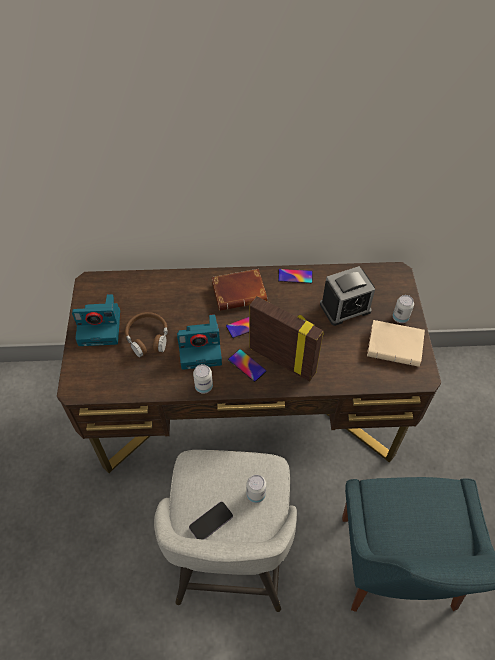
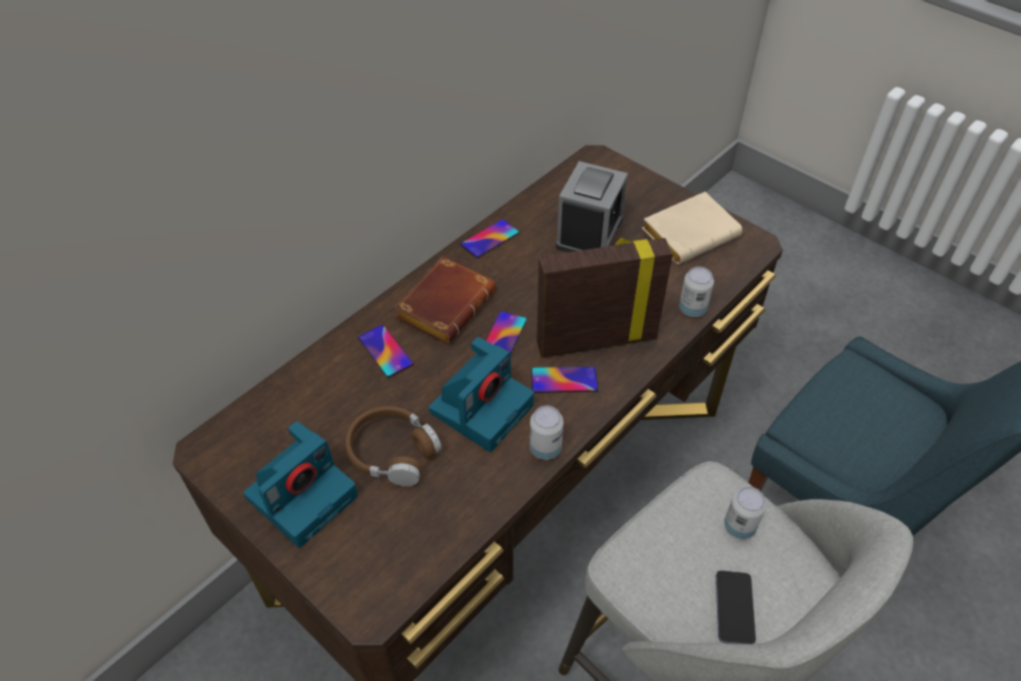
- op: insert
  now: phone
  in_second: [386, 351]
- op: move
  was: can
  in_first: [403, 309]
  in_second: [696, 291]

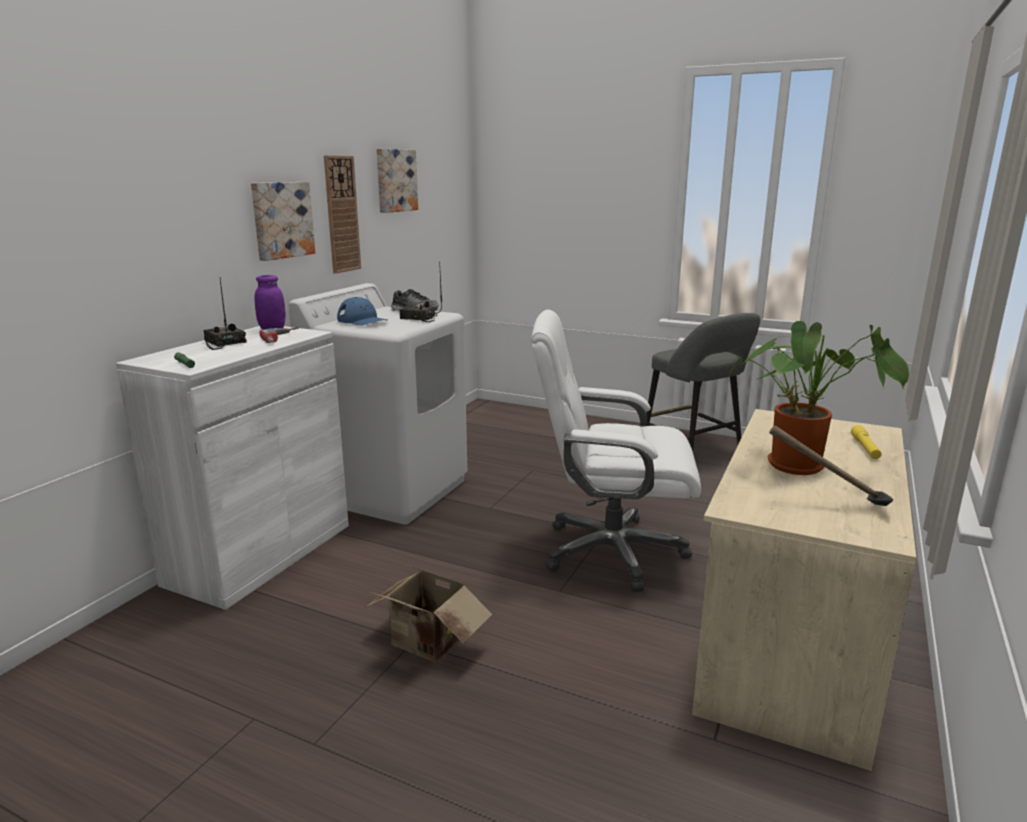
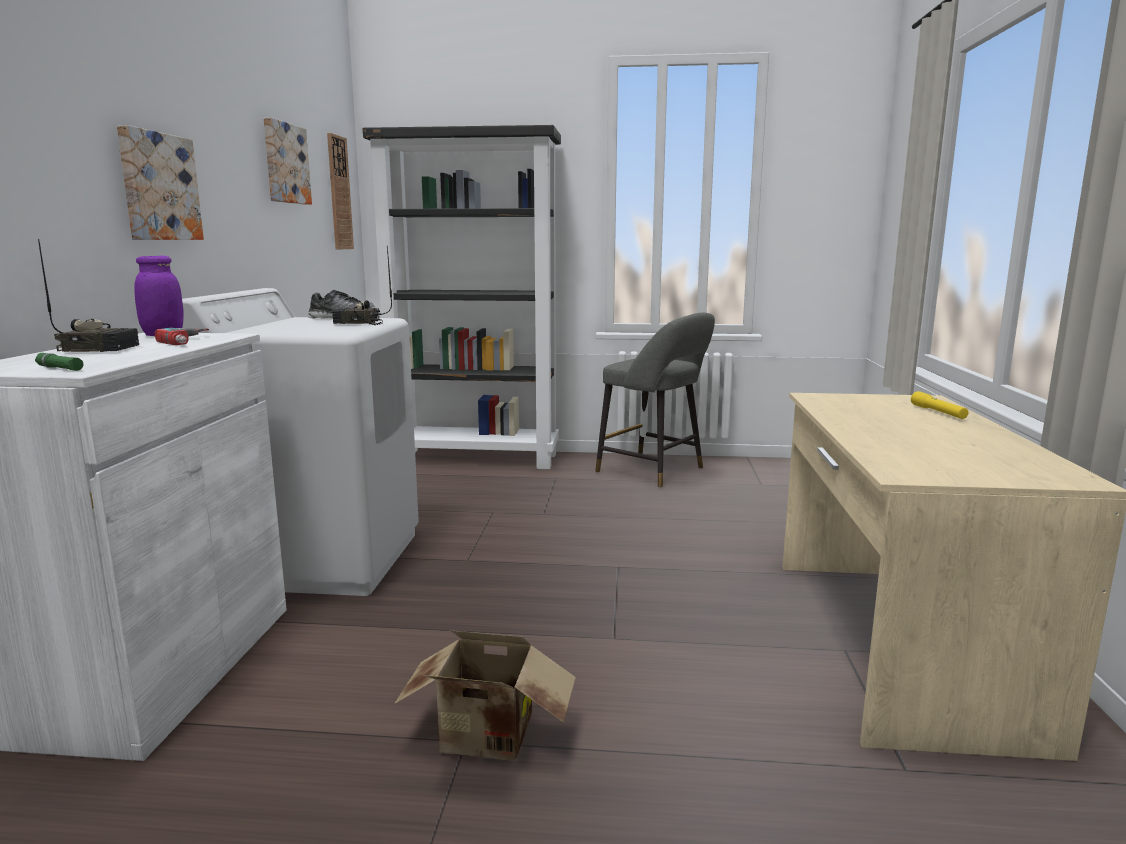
- op: delete
  was: blue cap
  in_first: [362, 311]
- op: delete
  was: white office chair
  in_first: [616, 451]
- op: delete
  was: potted plant
  in_first: [818, 398]
- op: delete
  was: hammer
  in_first: [831, 466]
- op: insert
  now: black bookcase
  in_second: [462, 297]
- op: move
  was: wall clock
  in_first: [342, 214]
  in_second: [340, 191]
- op: rotate
  was: radio
  in_first: [225, 314]
  in_second: [88, 295]
  clockwise: 150

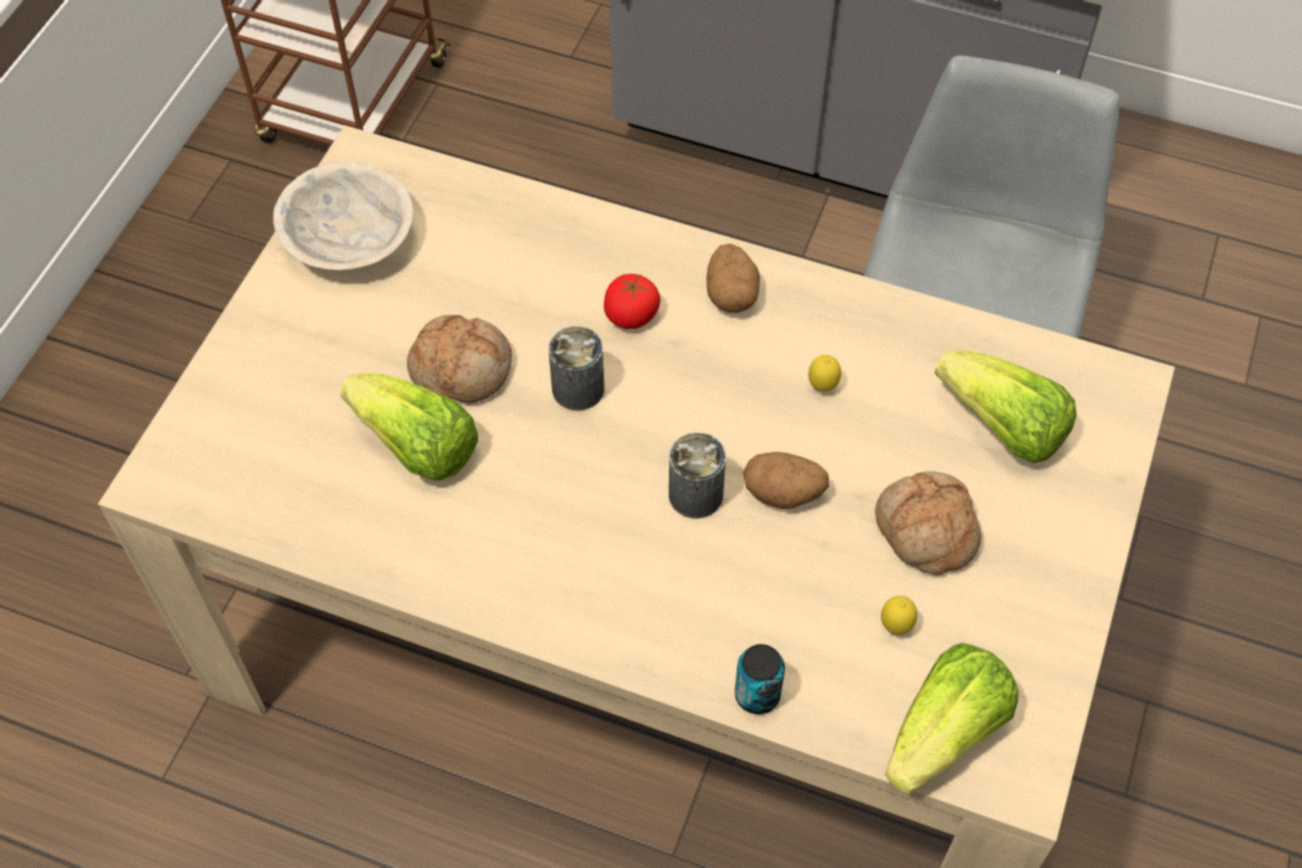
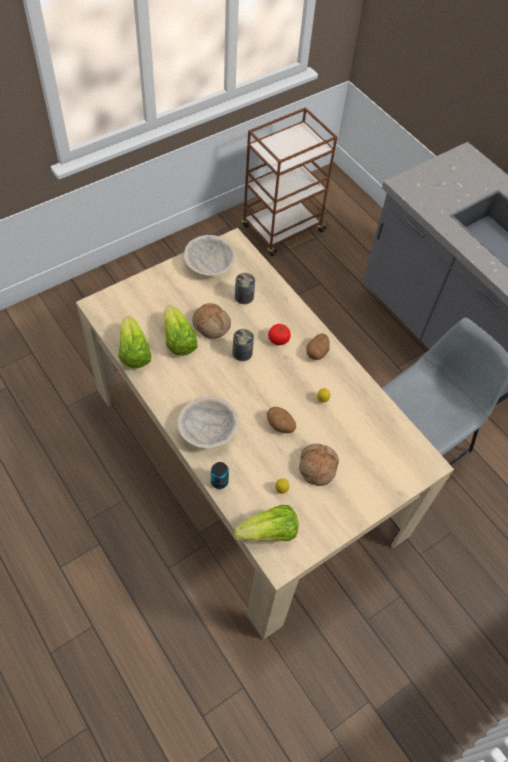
- op: insert
  now: beige bowl
  in_second: [208, 422]
- op: move
  was: can
  in_first: [697, 475]
  in_second: [245, 288]
- op: move
  was: lettuce
  in_first: [1006, 406]
  in_second: [134, 342]

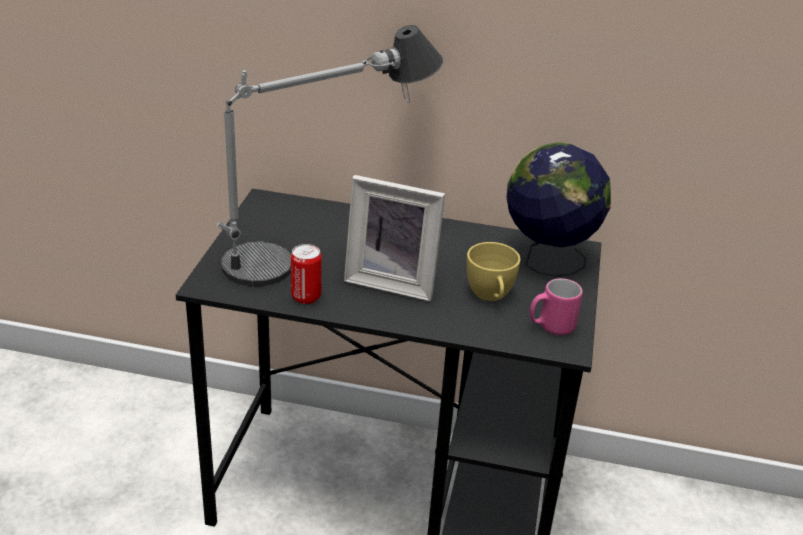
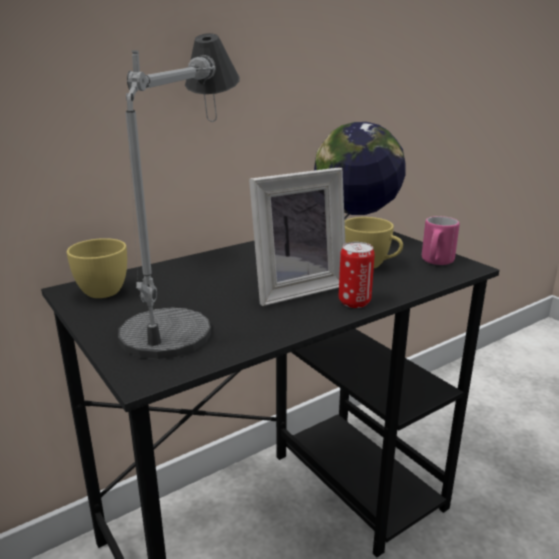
- op: insert
  now: yellow cup
  in_second: [97, 268]
- op: move
  was: can
  in_first: [306, 274]
  in_second: [357, 275]

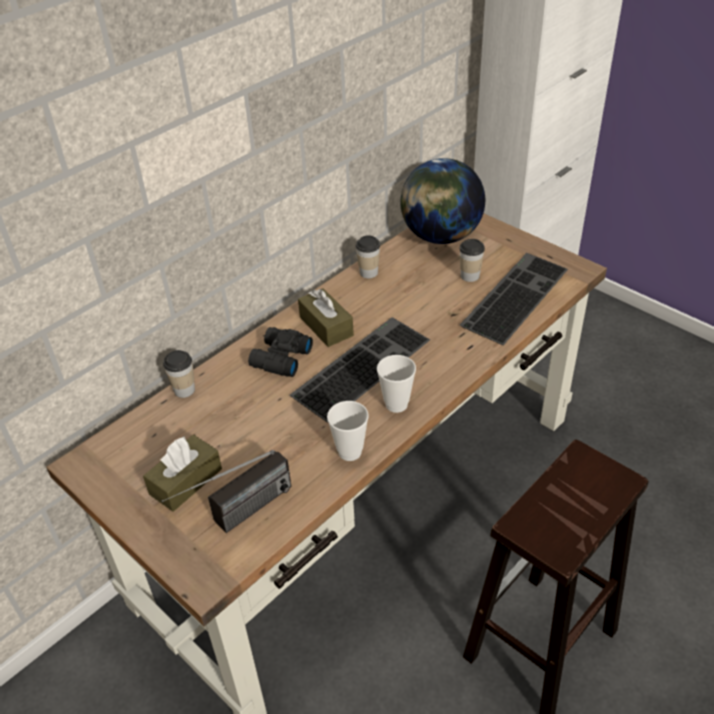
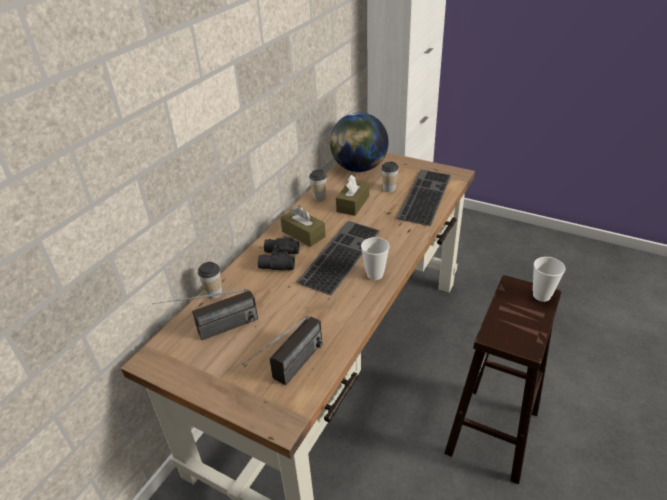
- op: insert
  now: radio
  in_second: [205, 314]
- op: move
  was: brown tissue box
  in_first: [182, 473]
  in_second: [352, 195]
- op: move
  was: cup
  in_first: [348, 431]
  in_second: [549, 279]

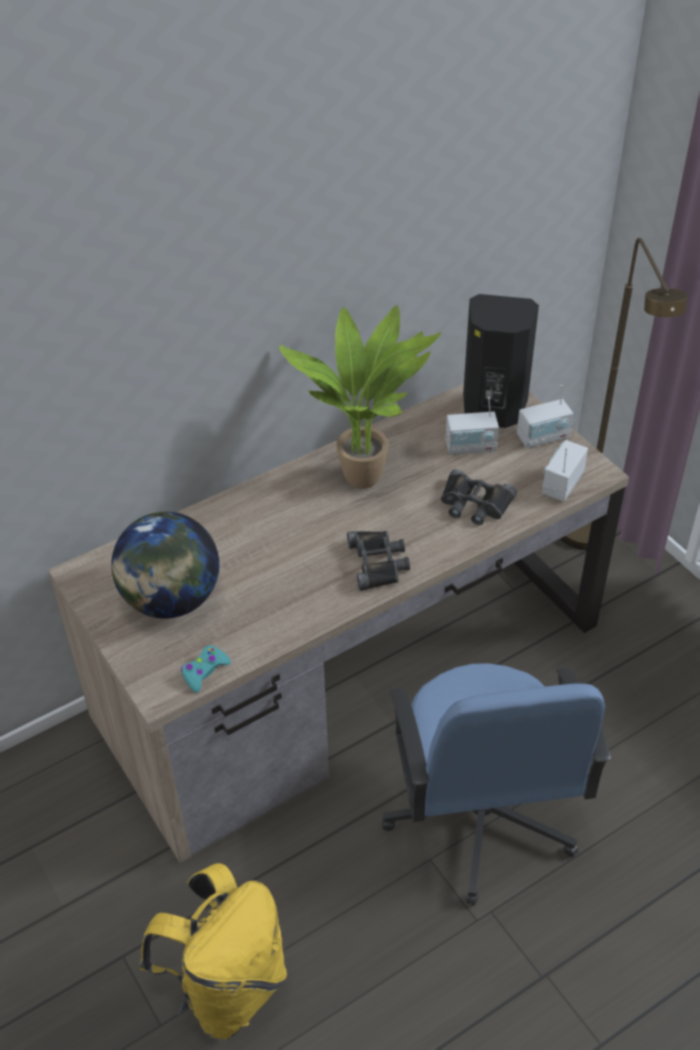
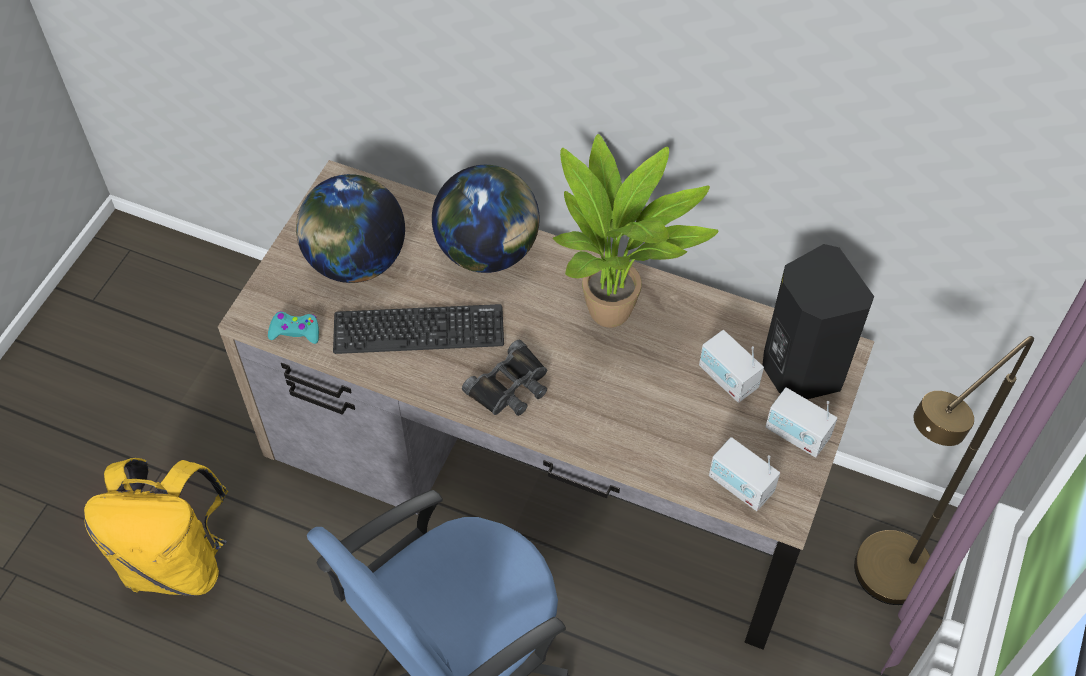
- op: delete
  was: black binoculars
  in_first: [479, 497]
- op: insert
  now: keyboard
  in_second: [418, 329]
- op: insert
  now: globe
  in_second: [486, 219]
- op: rotate
  was: radio
  in_first: [565, 471]
  in_second: [744, 474]
  clockwise: -135

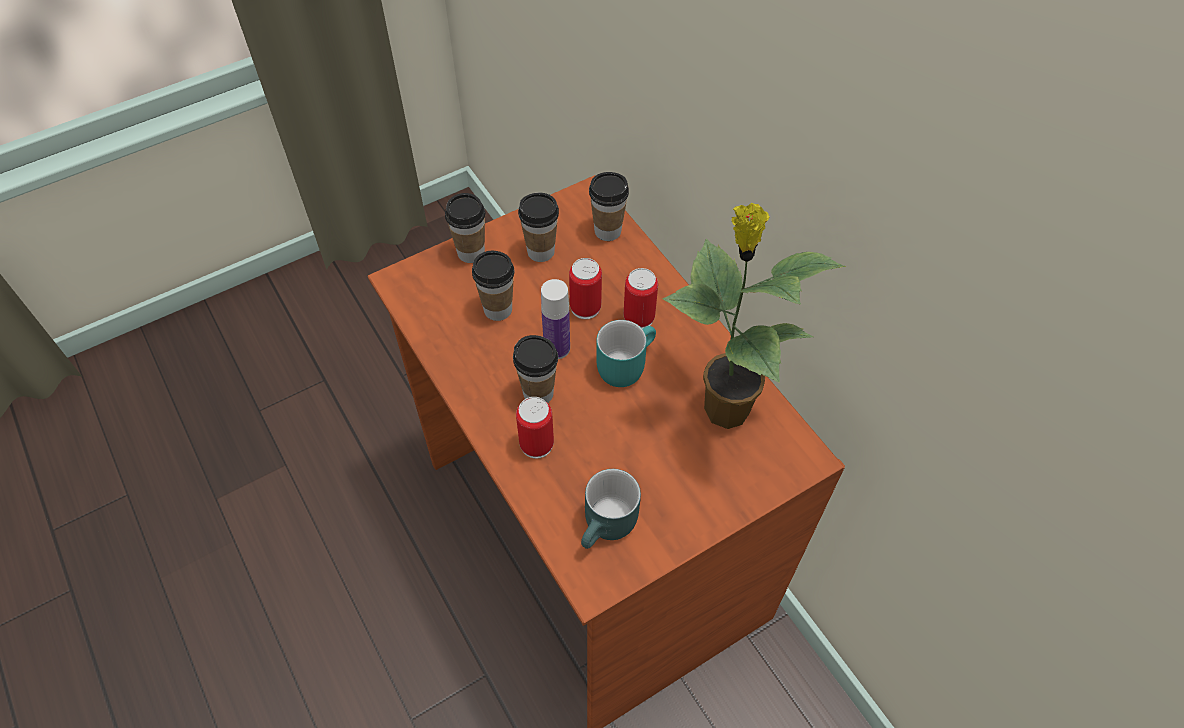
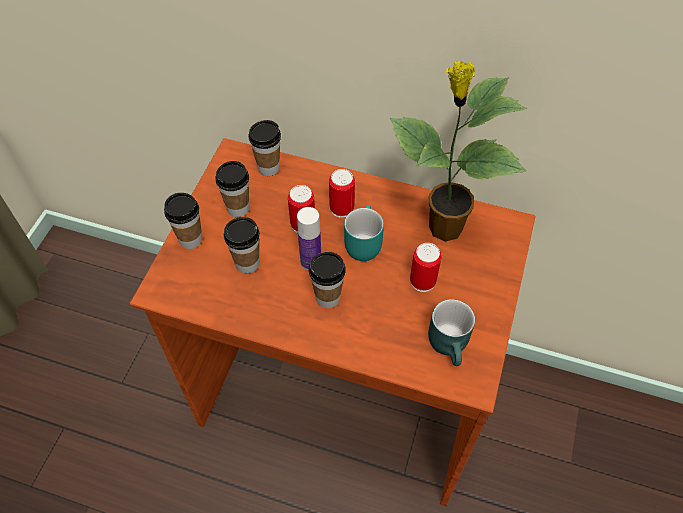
- op: move
  was: can
  in_first: [535, 428]
  in_second: [426, 267]

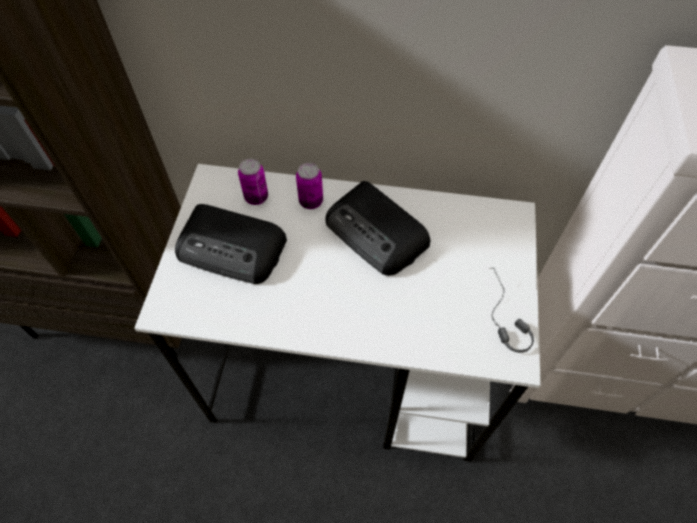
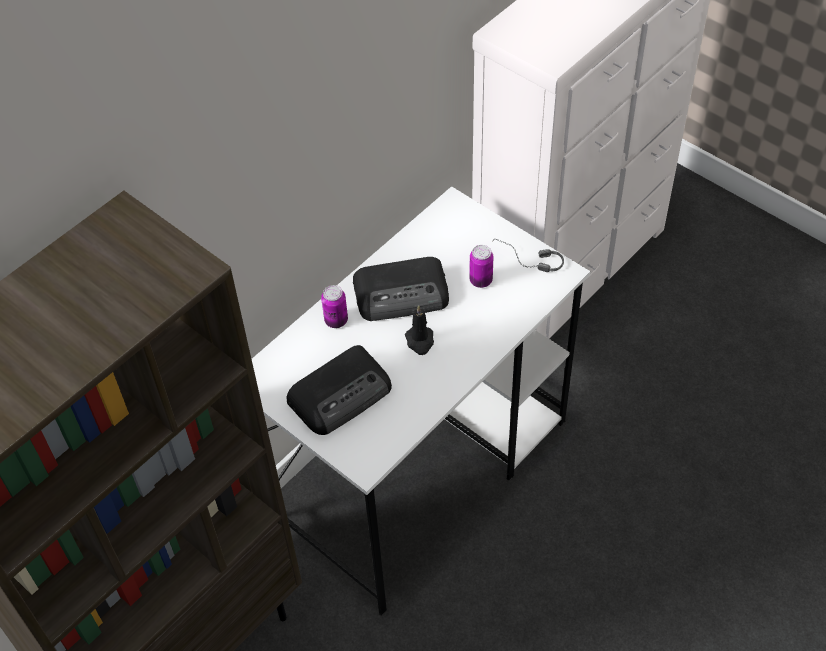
- op: insert
  now: black candle
  in_second: [419, 330]
- op: move
  was: can
  in_first: [253, 182]
  in_second: [481, 266]

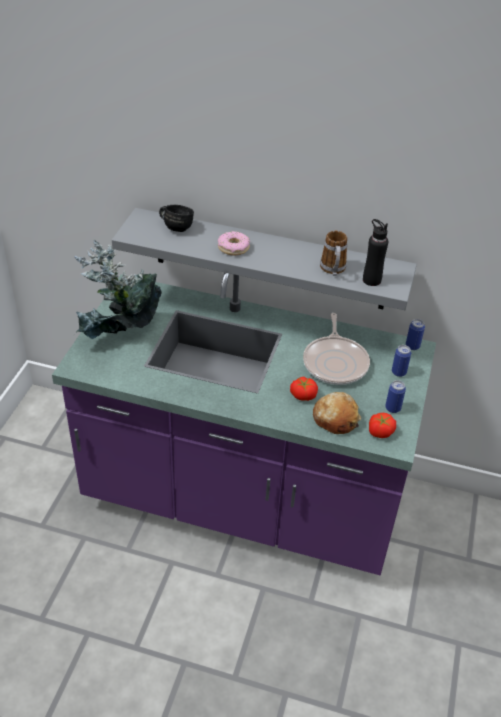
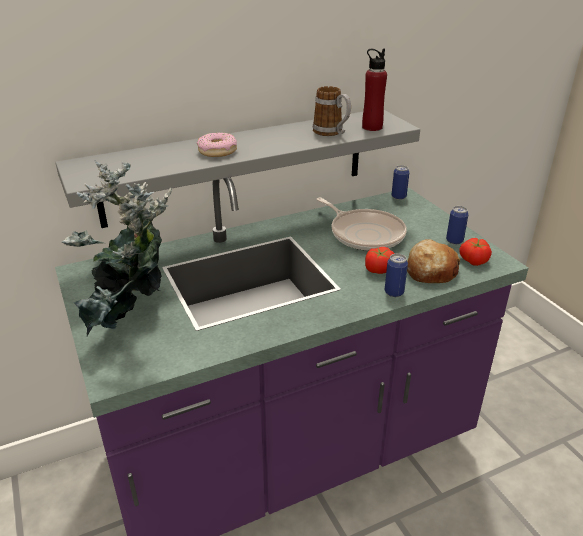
- op: delete
  was: black mug
  in_first: [176, 218]
- op: move
  was: can
  in_first: [401, 361]
  in_second: [396, 275]
- op: recolor
  was: black bottle
  now: red bottle
  in_first: [375, 252]
  in_second: [374, 89]

